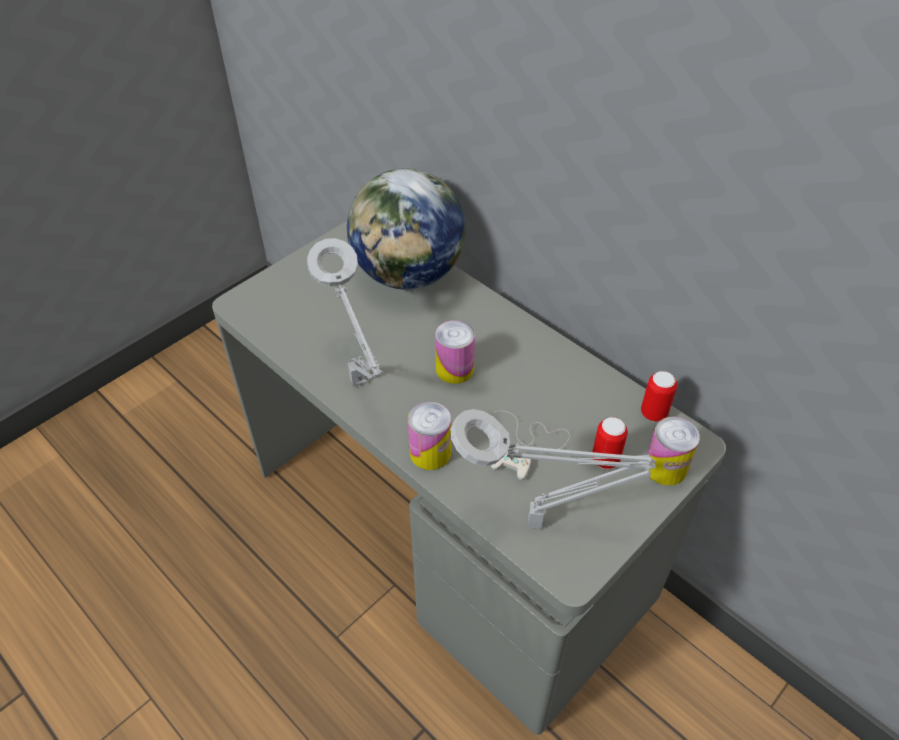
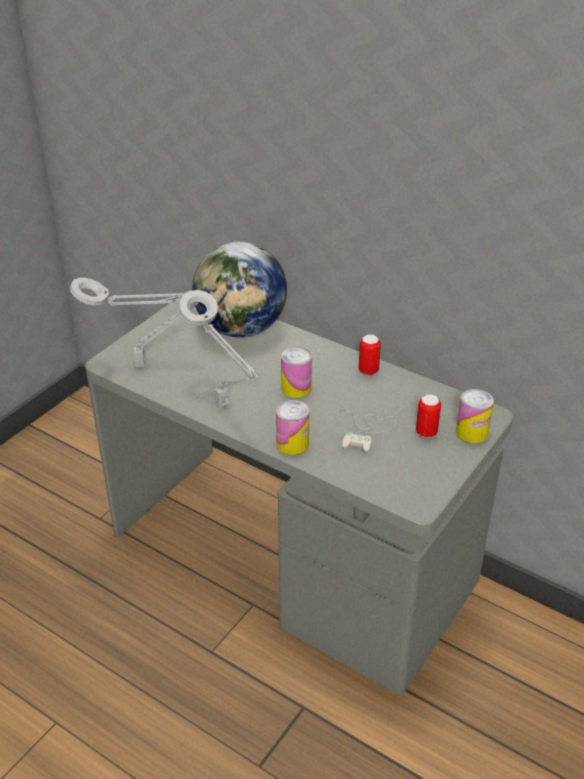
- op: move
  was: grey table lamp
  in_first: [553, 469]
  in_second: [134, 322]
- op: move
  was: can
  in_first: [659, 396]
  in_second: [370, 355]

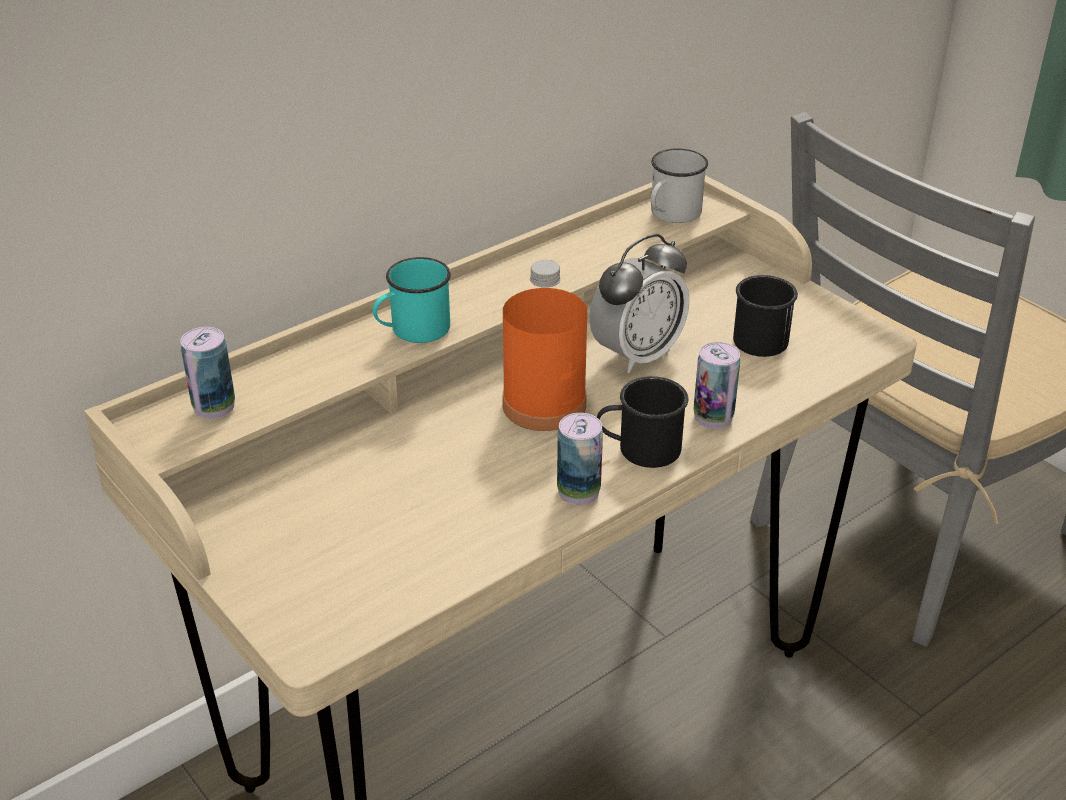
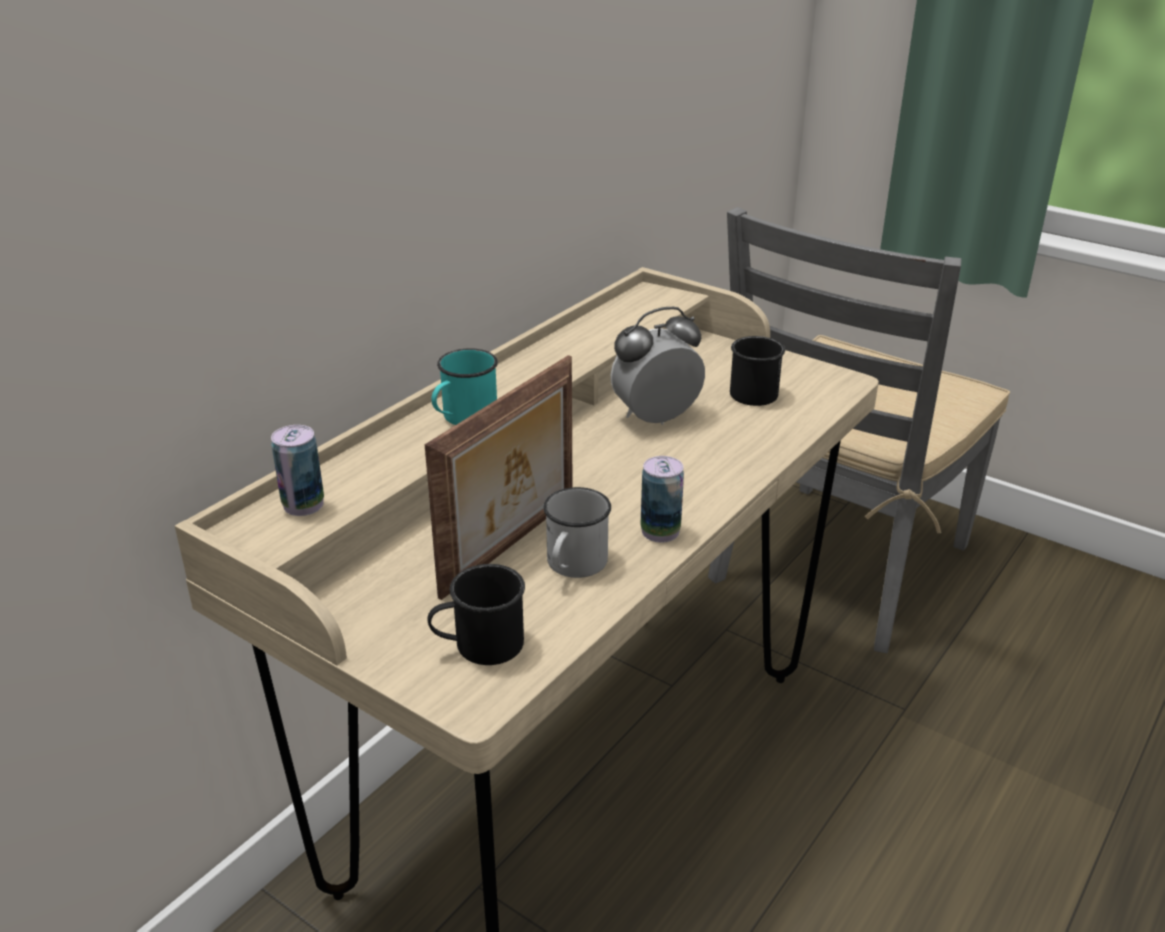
- op: delete
  was: orange bottle
  in_first: [545, 345]
- op: delete
  was: can
  in_first: [717, 385]
- op: insert
  now: picture frame
  in_second: [499, 477]
- op: move
  was: black mug
  in_first: [642, 422]
  in_second: [476, 614]
- op: move
  was: white mug
  in_first: [679, 186]
  in_second: [577, 532]
- op: rotate
  was: alarm clock
  in_first: [639, 303]
  in_second: [658, 366]
  clockwise: -150

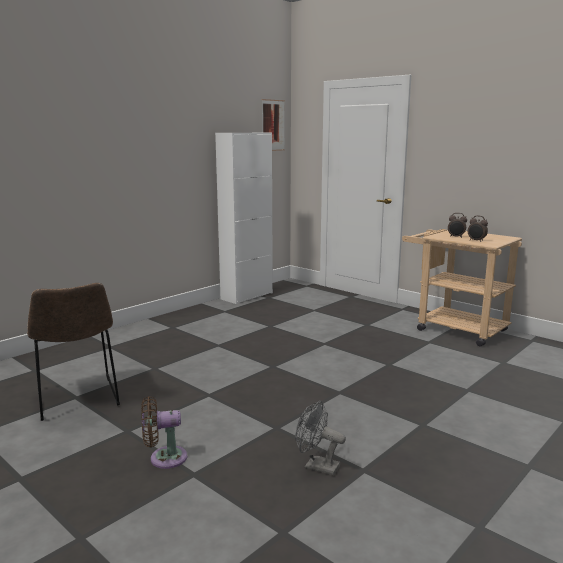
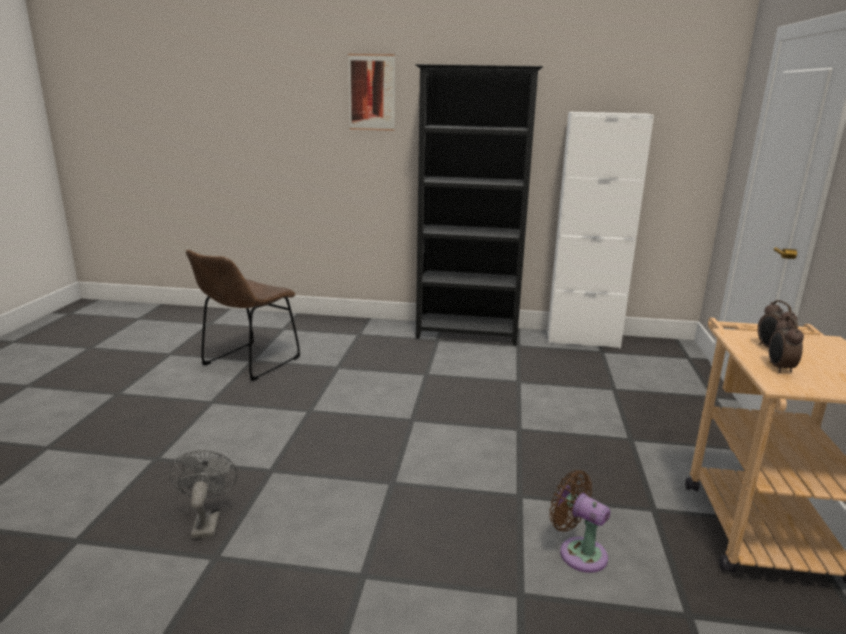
- op: insert
  now: black bookcase
  in_second: [479, 205]
- op: move
  was: brown fan
  in_first: [164, 432]
  in_second: [580, 521]
- op: move
  was: picture
  in_first: [273, 125]
  in_second: [371, 92]

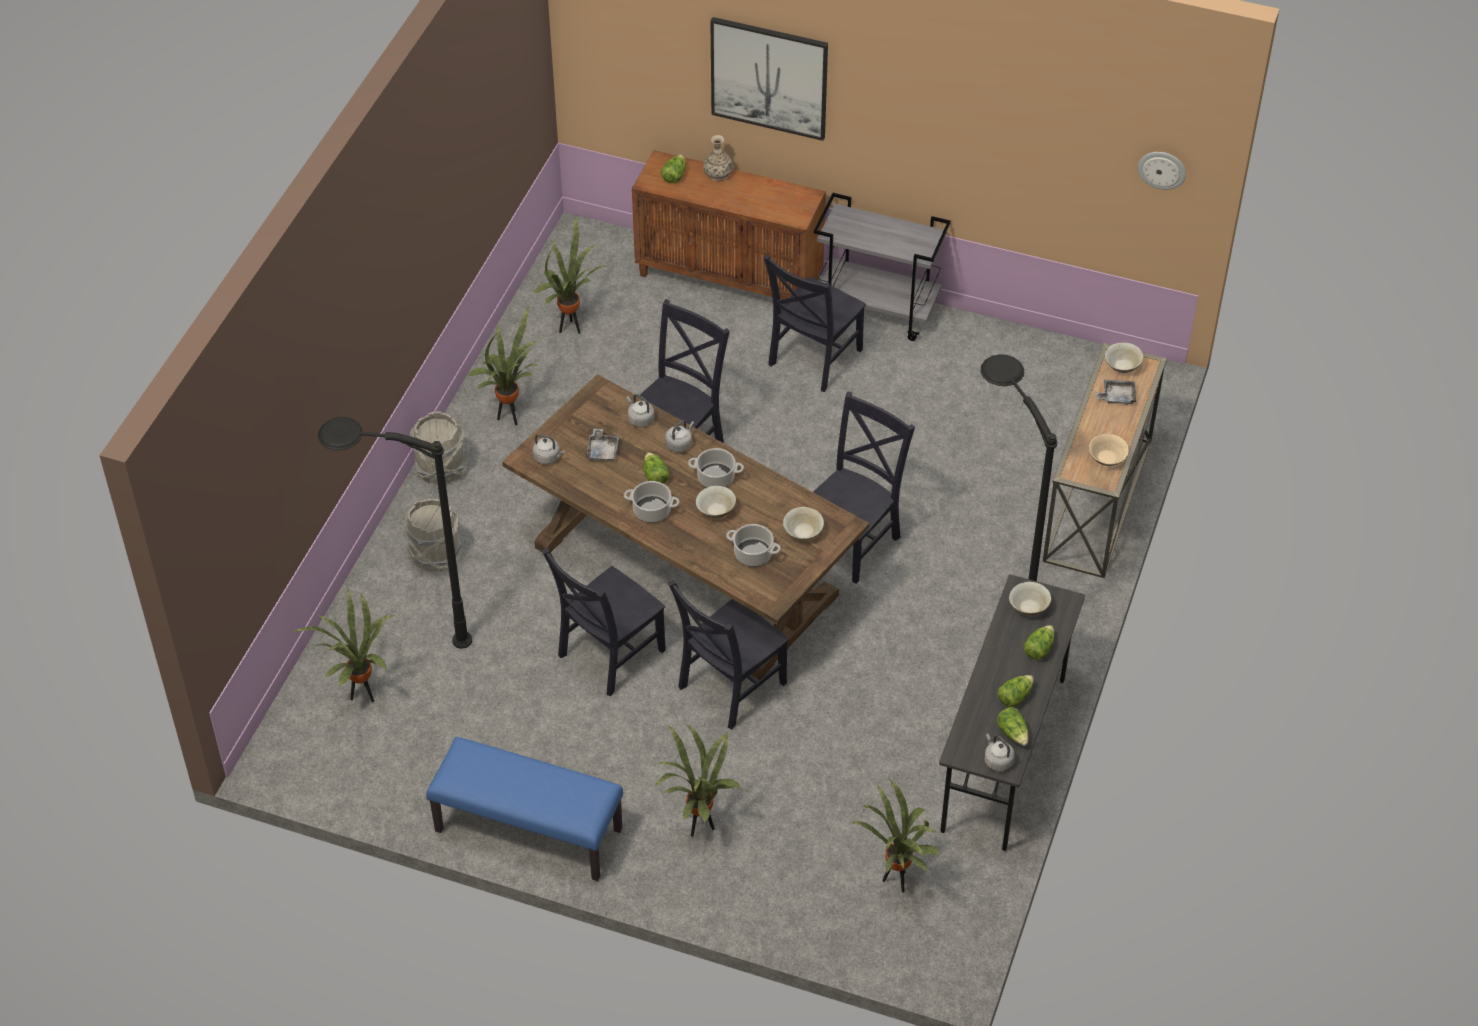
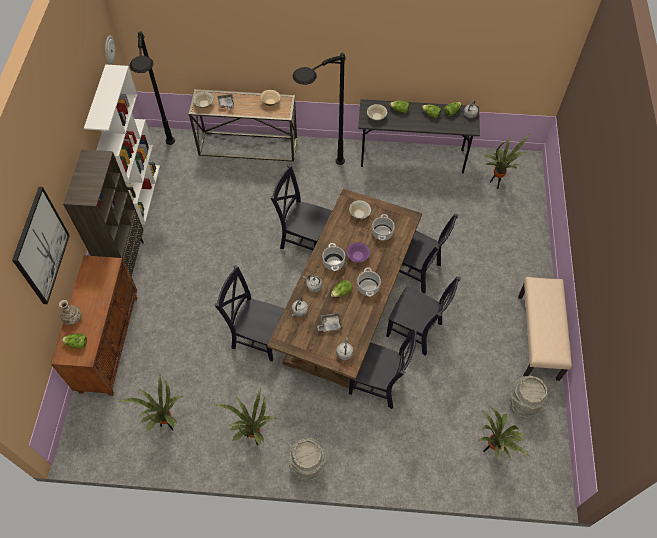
- op: delete
  was: potted plant
  in_first: [698, 780]
- op: insert
  now: white bookcase
  in_second: [122, 145]
- op: move
  was: black floor lamp
  in_first: [395, 533]
  in_second: [152, 88]
- op: move
  was: grey bucket
  in_first: [432, 535]
  in_second: [528, 397]
- op: move
  was: black chair
  in_first: [814, 323]
  in_second: [384, 369]
- op: replace
  was: grey cart
  now: brown bookcase
  in_first: [882, 267]
  in_second: [103, 215]
- op: recolor
  was: blue bench
  now: beige bench
  in_first: [524, 809]
  in_second: [545, 329]
- op: recolor
  was: beige bowl
  now: purple bowl
  in_first: [716, 502]
  in_second: [358, 252]

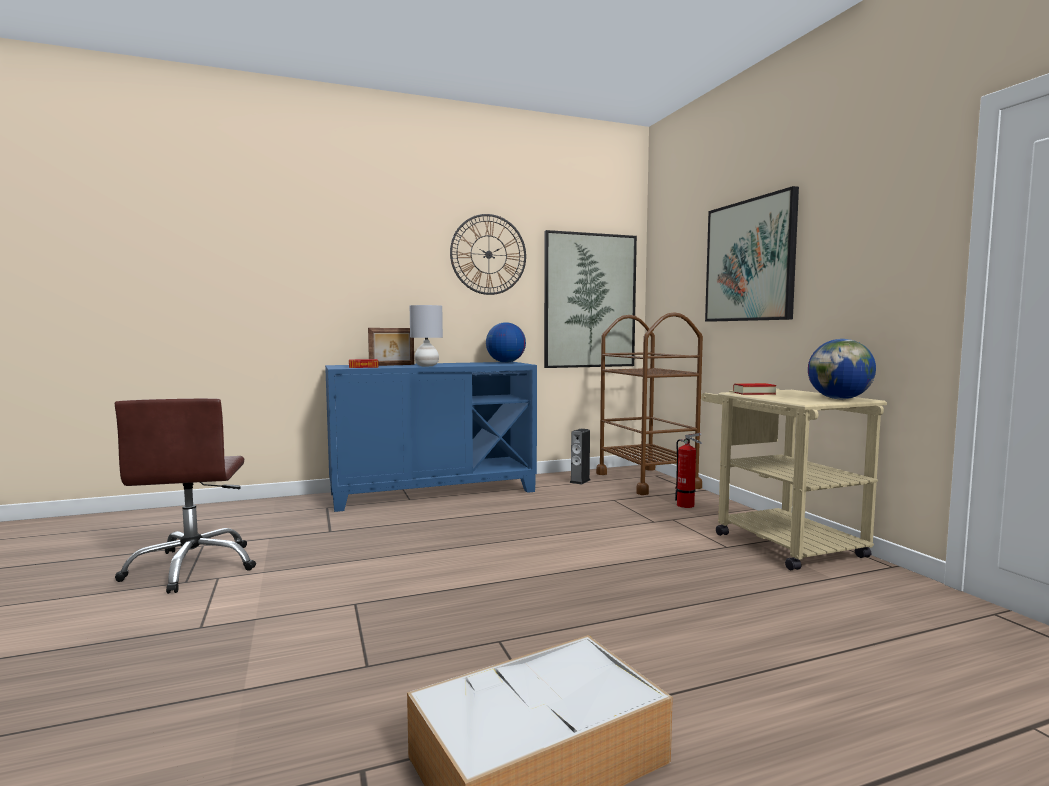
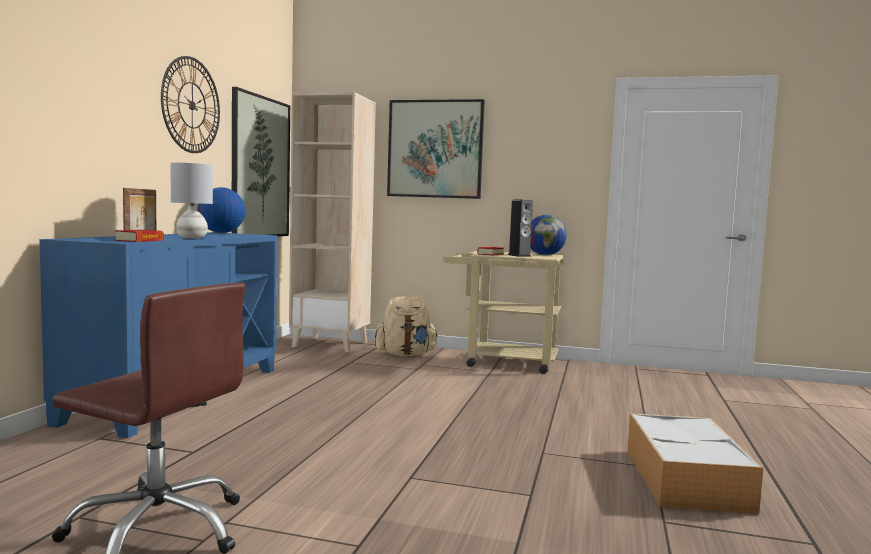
- op: move
  was: speaker
  in_first: [580, 457]
  in_second: [520, 228]
- op: replace
  was: brown cart
  now: beige bookcase
  in_first: [649, 403]
  in_second: [332, 222]
- op: replace
  was: fire extinguisher
  now: beige backpack
  in_first: [689, 470]
  in_second: [406, 326]

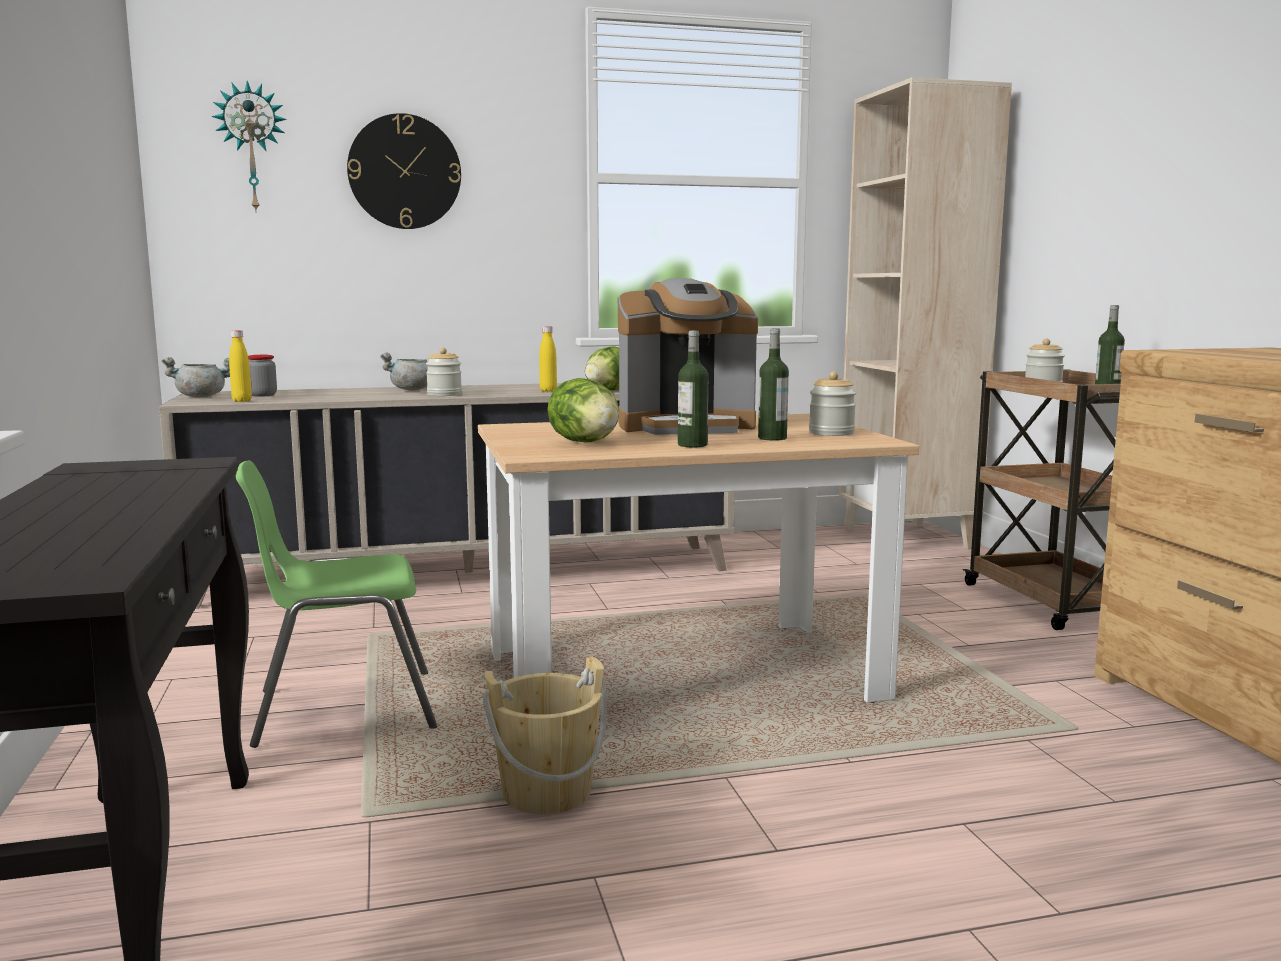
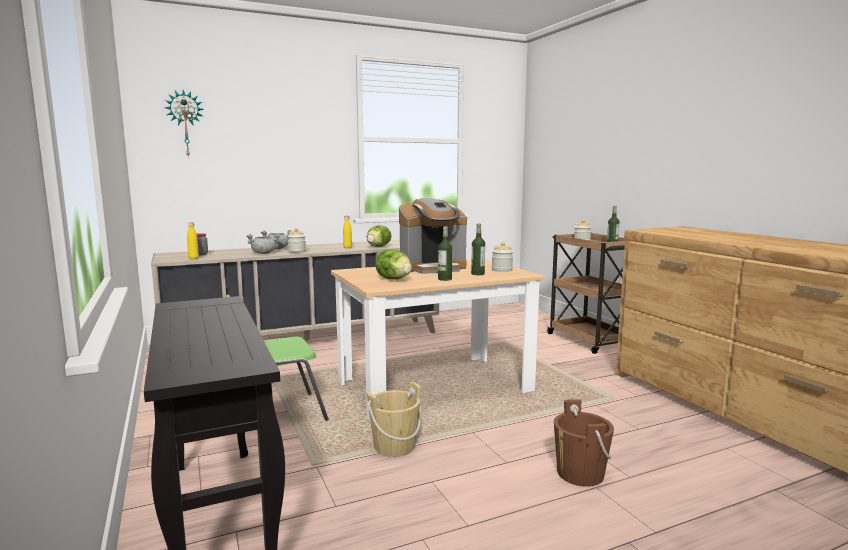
- op: delete
  was: wall clock
  in_first: [404, 171]
- op: delete
  was: beige bookcase
  in_first: [925, 313]
- op: insert
  now: brown bucket
  in_second: [584, 443]
- op: move
  was: grey cooking pot
  in_first: [196, 377]
  in_second: [263, 243]

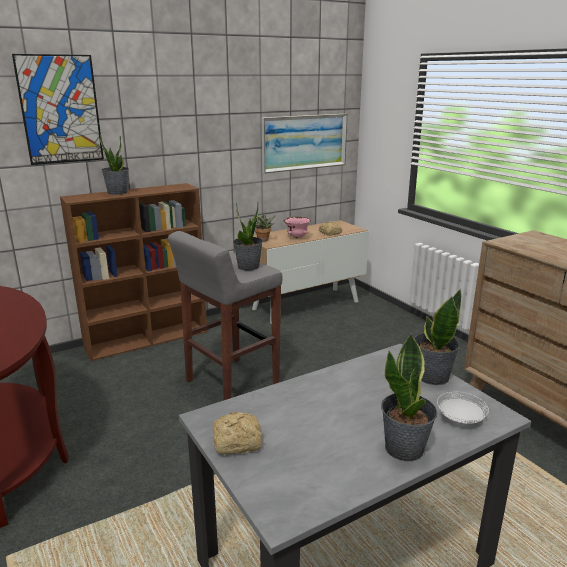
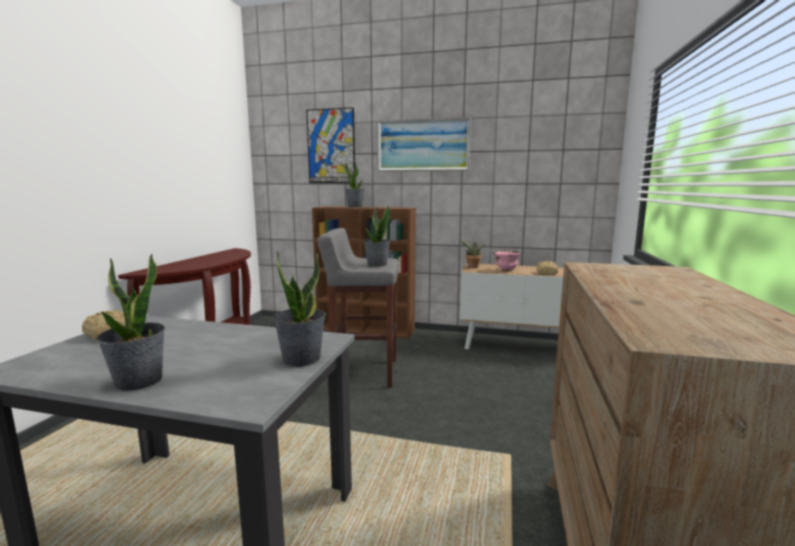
- op: delete
  was: white plate
  in_first: [463, 408]
- op: move
  was: picture
  in_first: [304, 143]
  in_second: [424, 144]

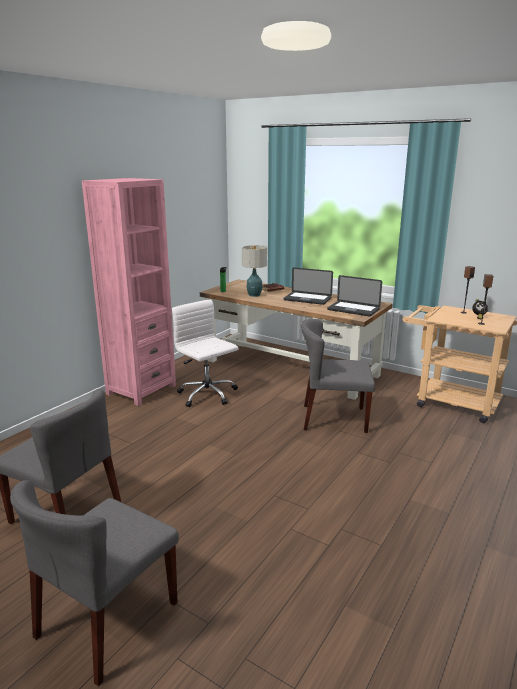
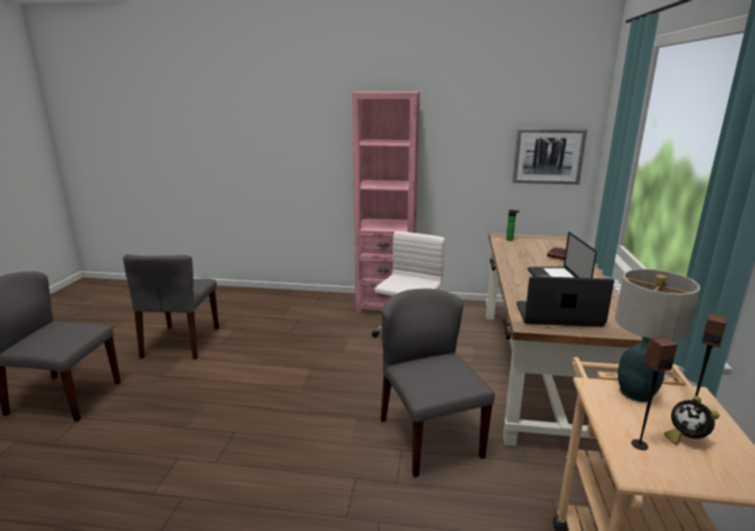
- op: insert
  now: picture
  in_second: [549, 156]
- op: move
  was: table lamp
  in_first: [254, 271]
  in_second: [657, 335]
- op: rotate
  was: laptop
  in_first: [354, 295]
  in_second: [565, 301]
  clockwise: 90

